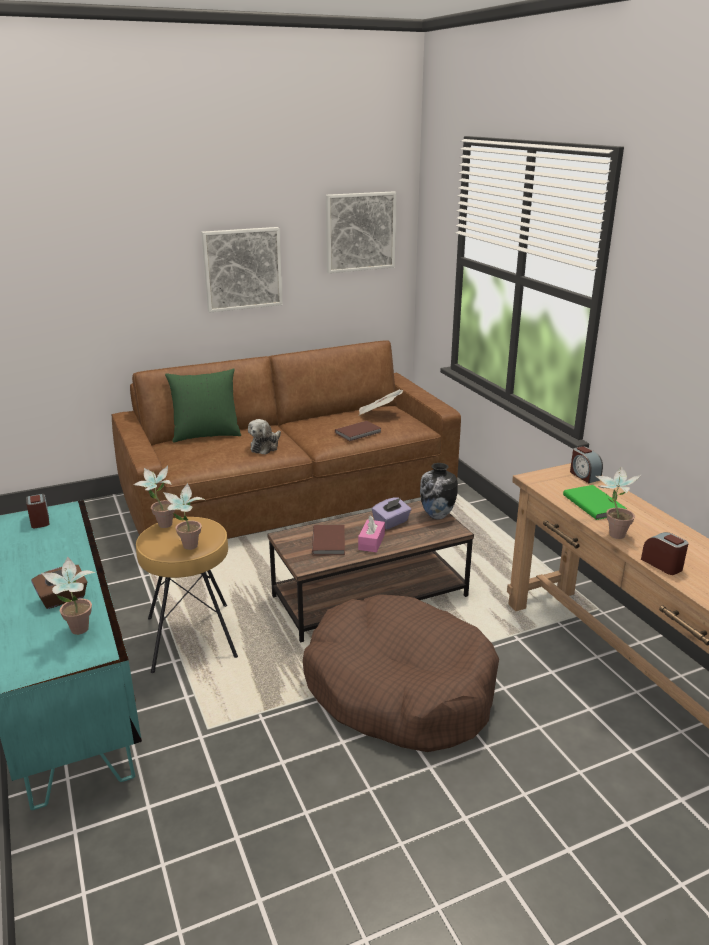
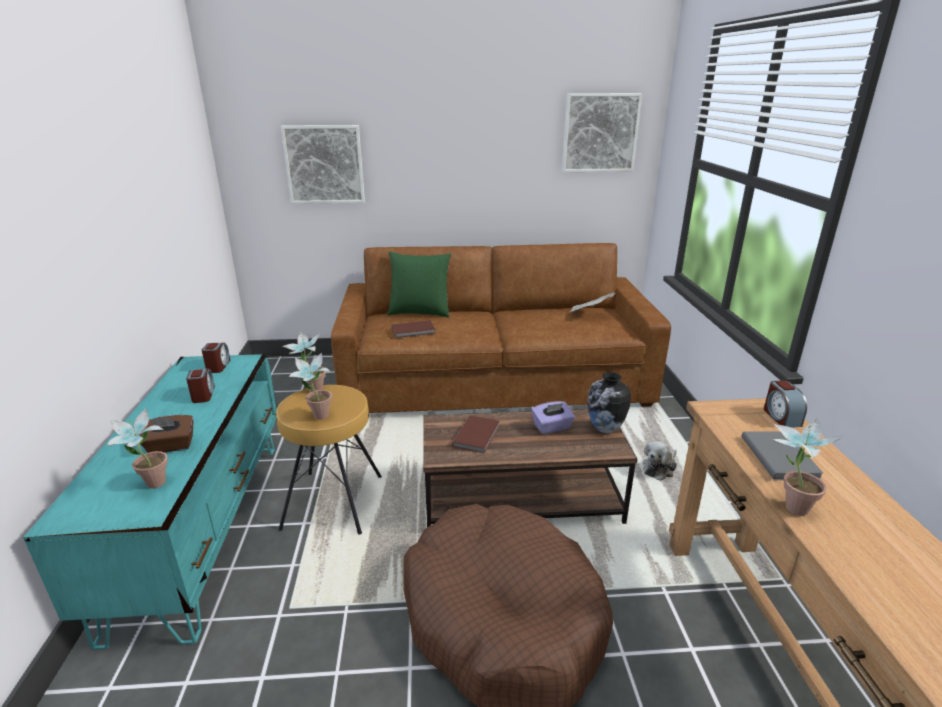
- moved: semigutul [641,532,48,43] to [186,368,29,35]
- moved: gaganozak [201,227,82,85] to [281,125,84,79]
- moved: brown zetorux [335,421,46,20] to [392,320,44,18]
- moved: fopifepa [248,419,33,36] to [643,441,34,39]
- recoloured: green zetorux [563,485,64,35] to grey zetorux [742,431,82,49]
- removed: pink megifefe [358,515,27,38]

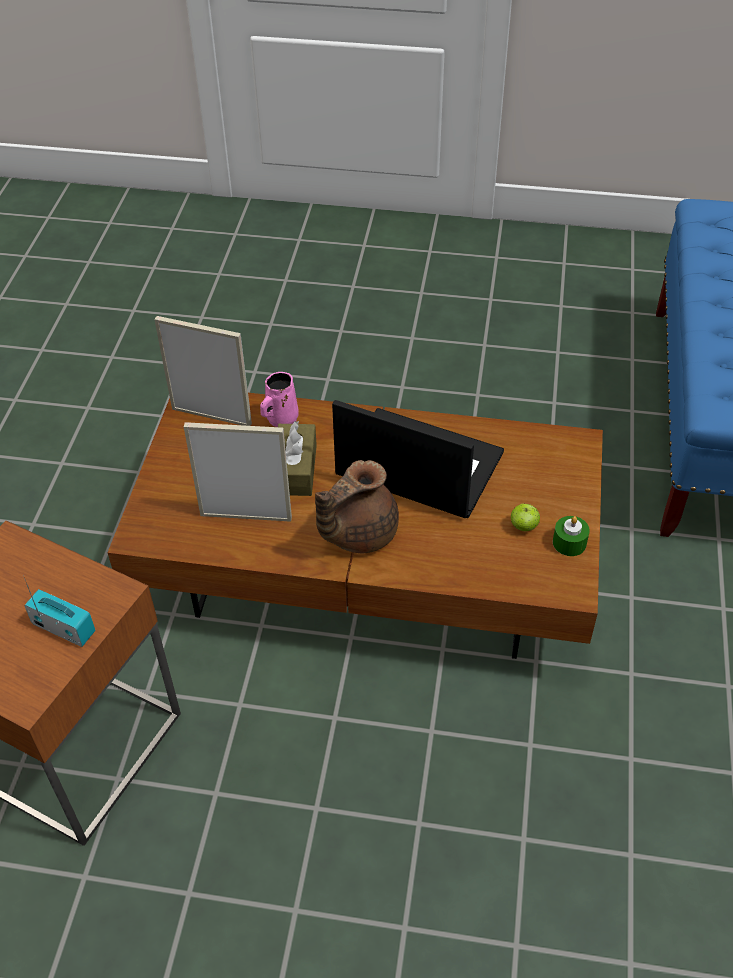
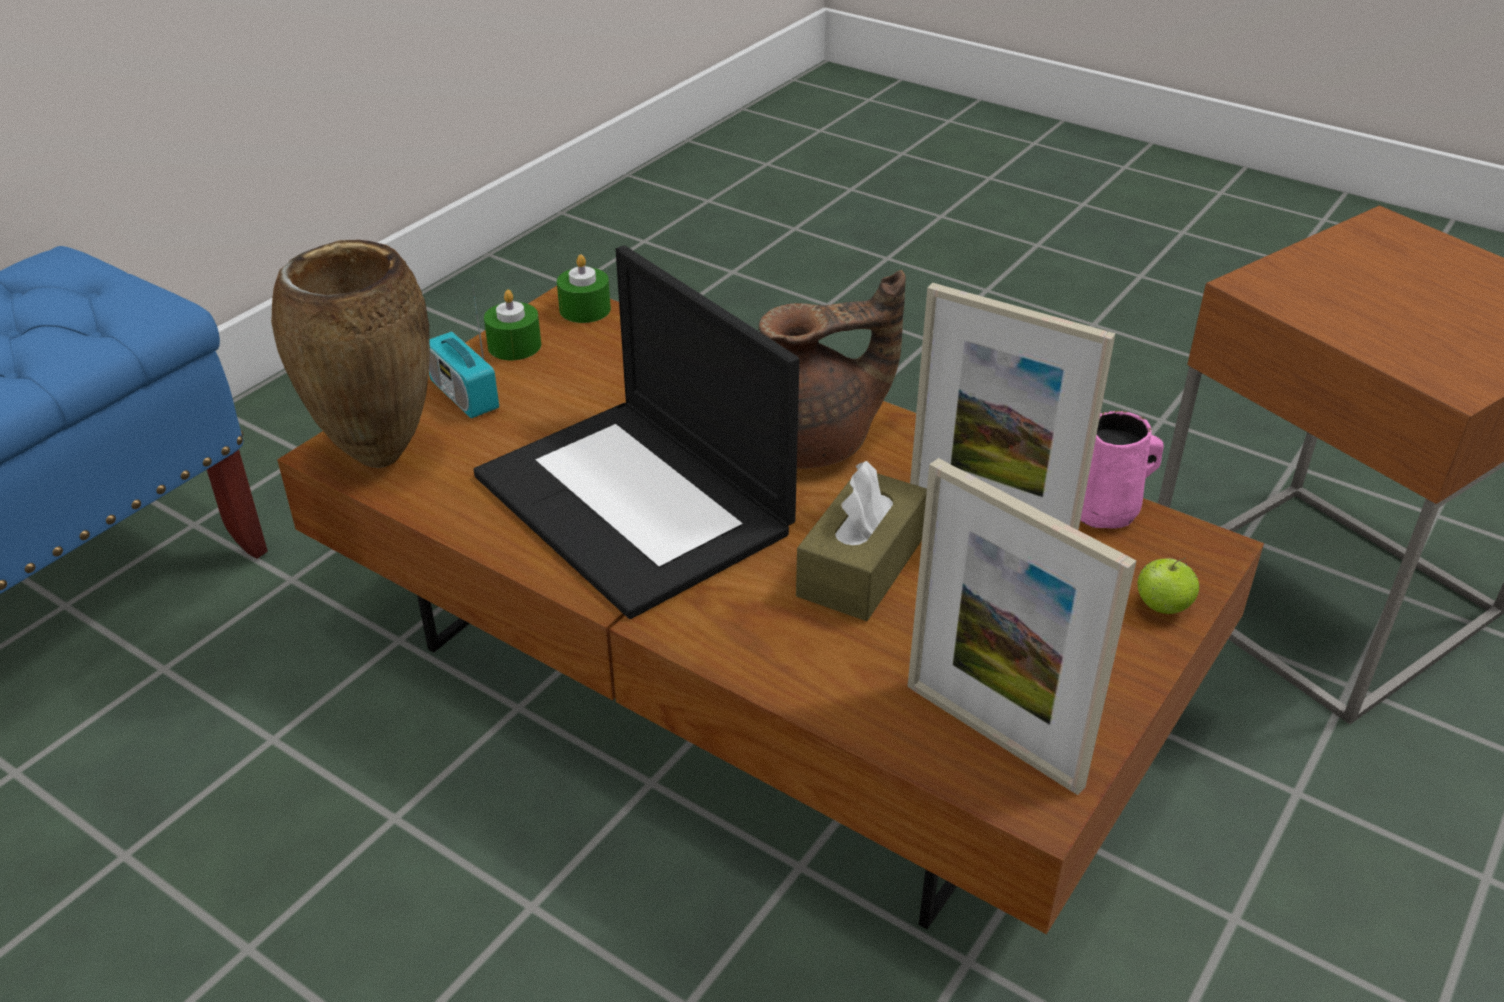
- added: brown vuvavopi [271,240,159,228]
- moved: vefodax [23,575,73,72] to [429,281,70,137]
- added: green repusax [557,255,54,68]
- moved: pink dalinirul [260,372,39,55] to [1081,411,83,118]
- moved: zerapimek [511,504,29,27] to [1137,558,62,56]

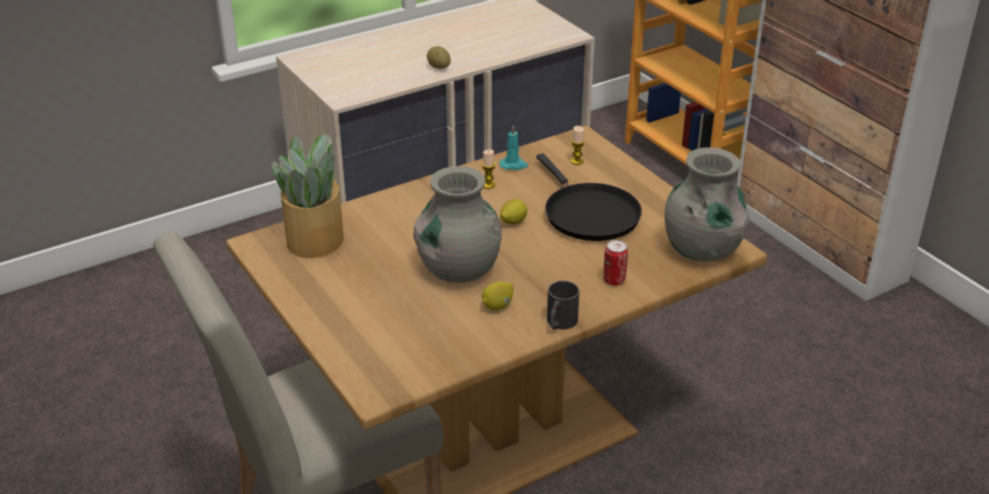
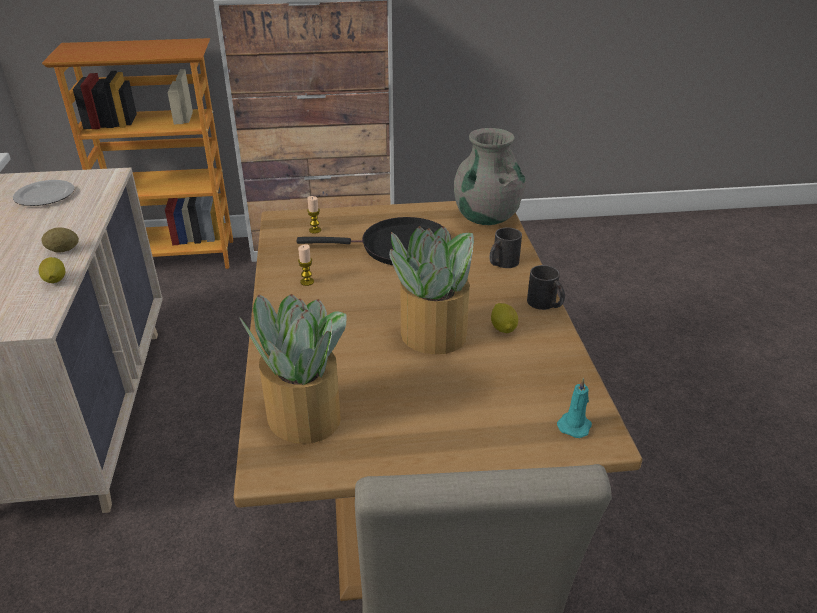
- added: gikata [13,180,61,26]
- moved: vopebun [500,199,27,26] to [38,257,27,26]
- replaced: grey vuvavopi [414,166,88,117] to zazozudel [389,226,85,128]
- replaced: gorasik [603,240,25,46] to black dalinirul [489,227,33,41]
- moved: turquoise repusax [500,125,28,45] to [557,378,35,60]

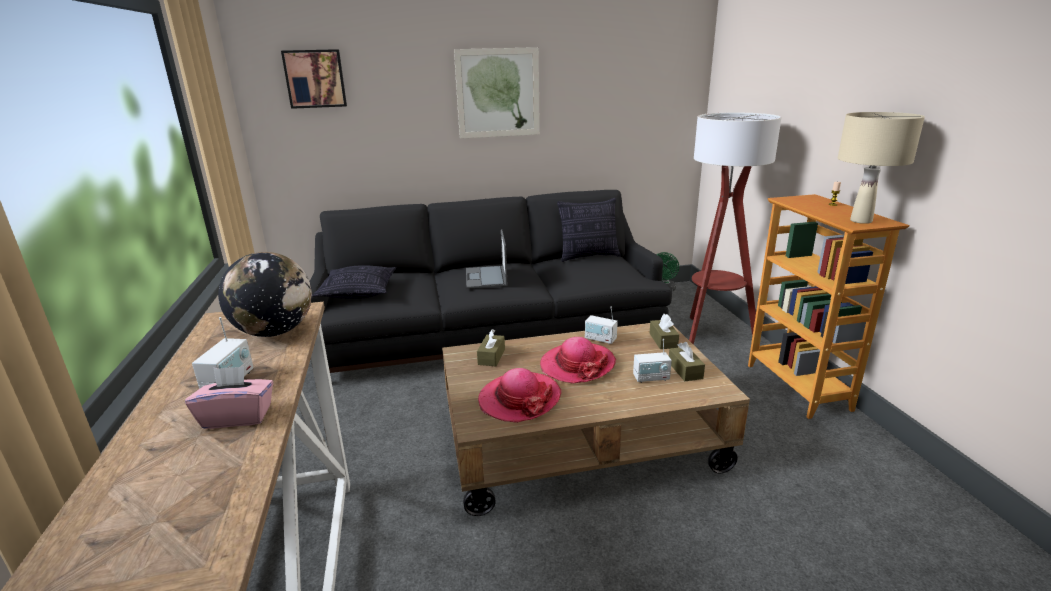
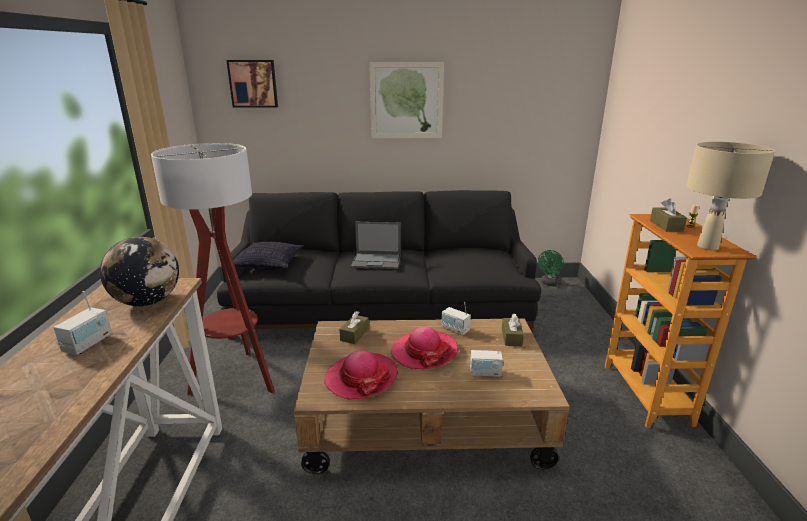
- moved: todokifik [689,112,93,233] to [151,143,124,252]
- turned: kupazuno [466,230,41,59] = [351,222,50,47] 90 degrees counterclockwise
- moved: brown megifefe [669,342,36,39] to [650,198,37,34]
- removed: pink megifefe [185,366,89,63]
- removed: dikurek [557,198,64,64]

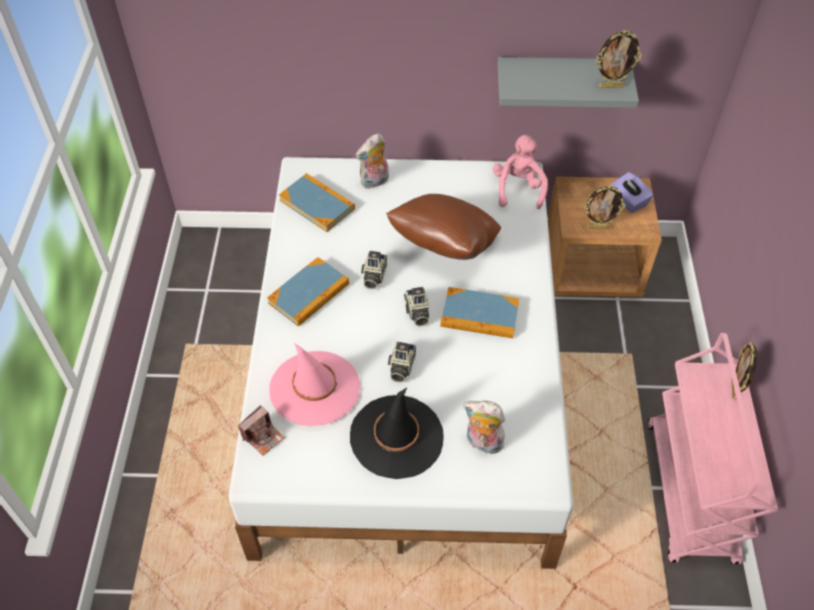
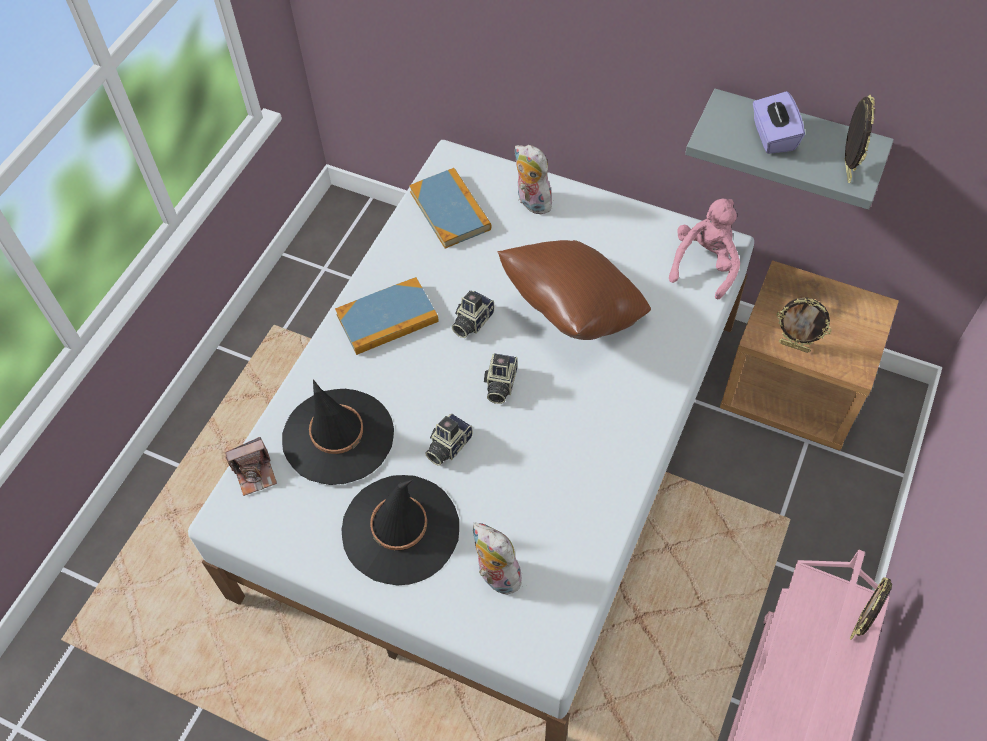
- recoloured: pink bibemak [269,343,91,83] to black bibemak [282,379,112,106]
- turned: fopifepa [356,133,33,56] = [515,145,37,70] 60 degrees clockwise
- moved: purple megifefe [611,172,42,41] to [753,91,52,63]
- turned: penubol [596,30,46,58] = [845,94,30,89] 105 degrees counterclockwise
- removed: zetorux [441,287,79,51]

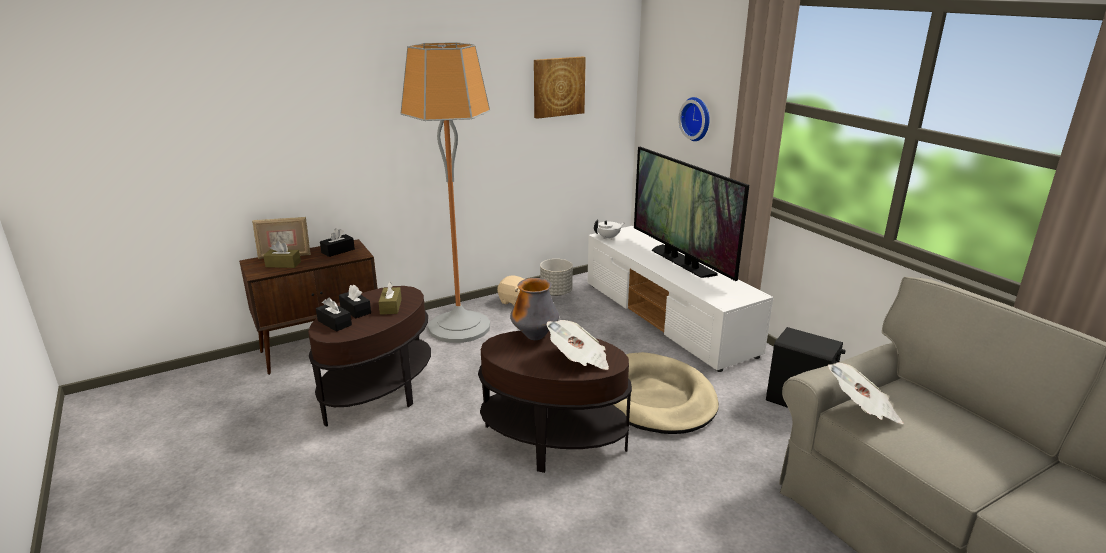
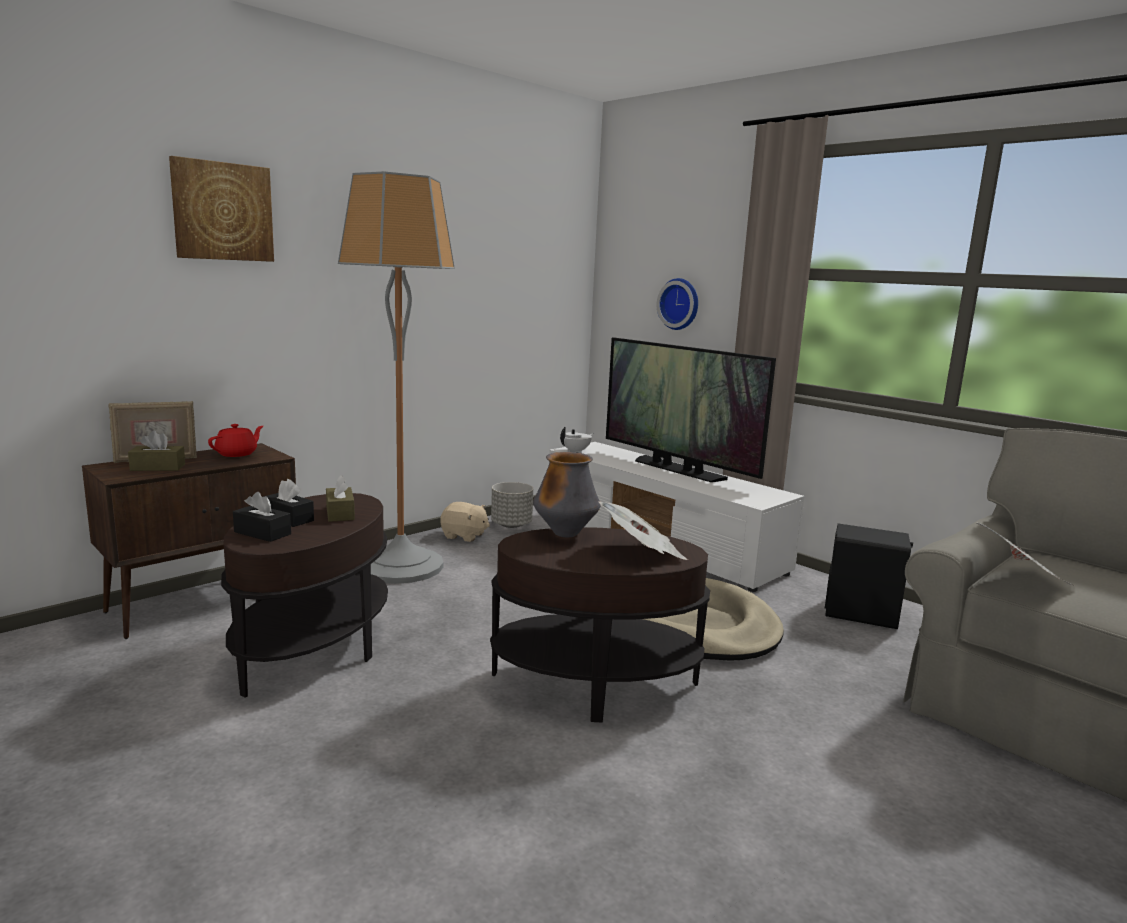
- moved: gaganozak [534,57,52,62] to [169,156,105,106]
- replaced: black megifefe [320,228,35,29] to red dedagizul [208,424,55,33]

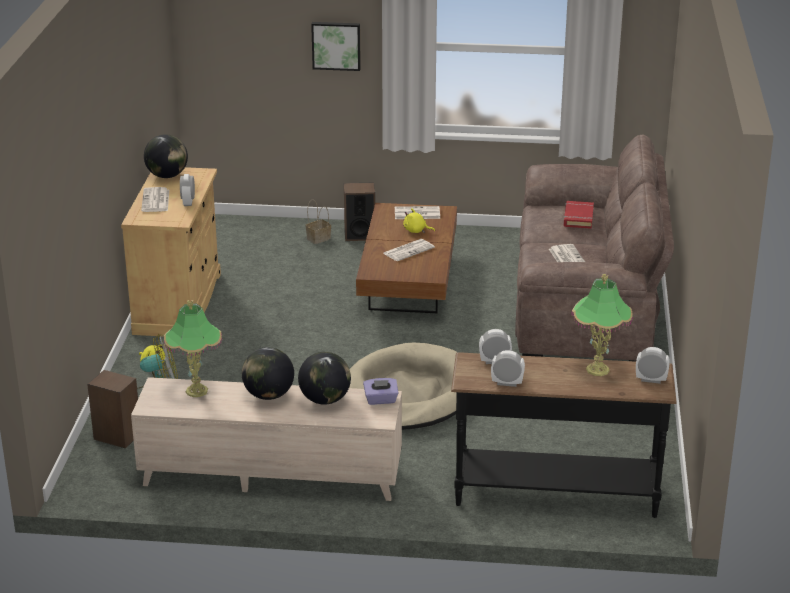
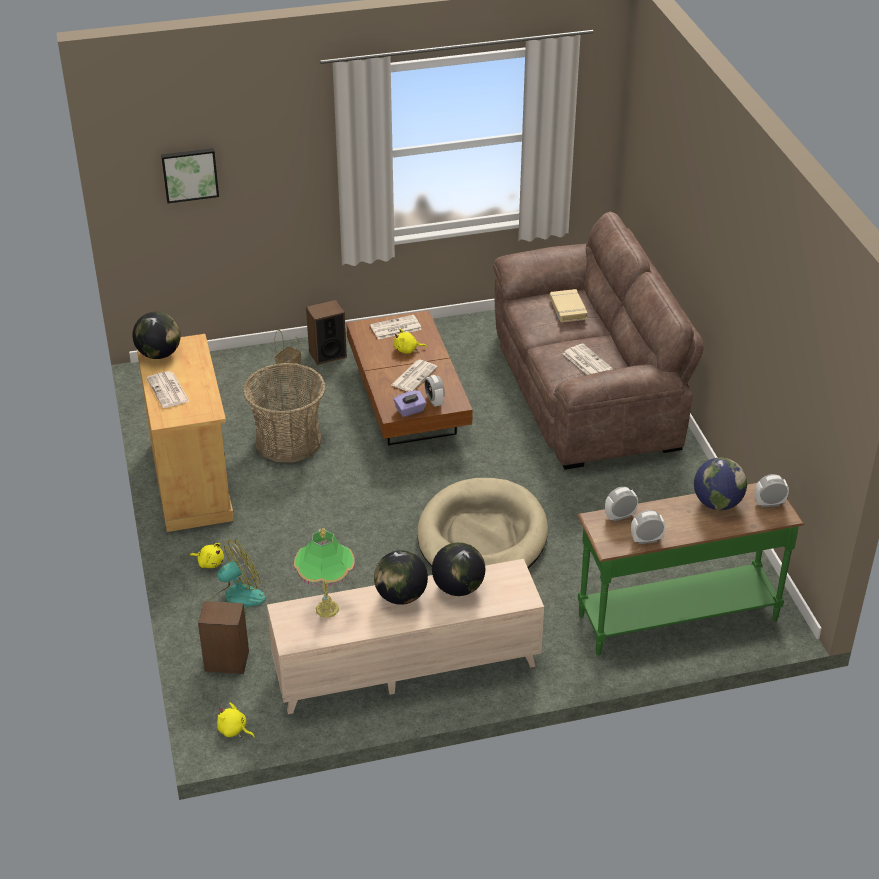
- moved: gaganozak [311,22,50,49] to [161,148,58,55]
- added: yellow fopifepa [217,703,38,35]
- added: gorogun [243,363,83,100]
- moved: purple megifefe [363,378,36,27] to [394,390,33,27]
- moved: semigutul [180,174,15,32] to [424,375,21,32]
- recoloured: red zetorux [563,201,31,28] to beige zetorux [550,289,38,34]
- recoloured: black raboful [451,352,226,166] to green raboful [577,483,227,173]
- replaced: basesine [571,274,62,102] to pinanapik [694,458,53,52]

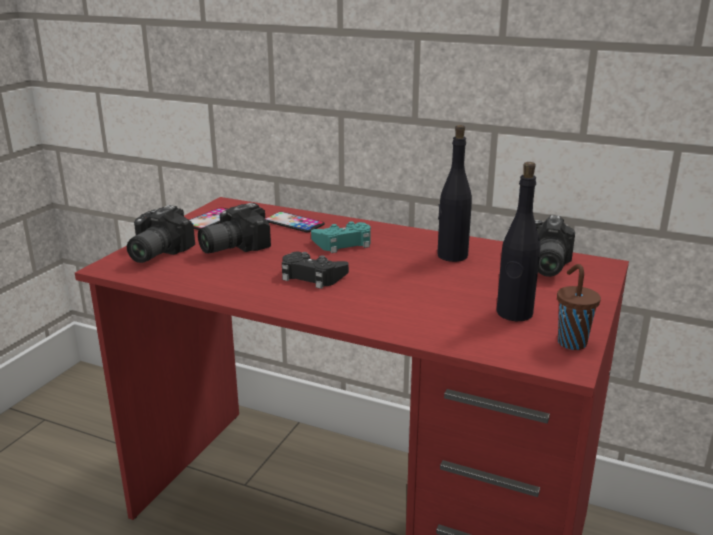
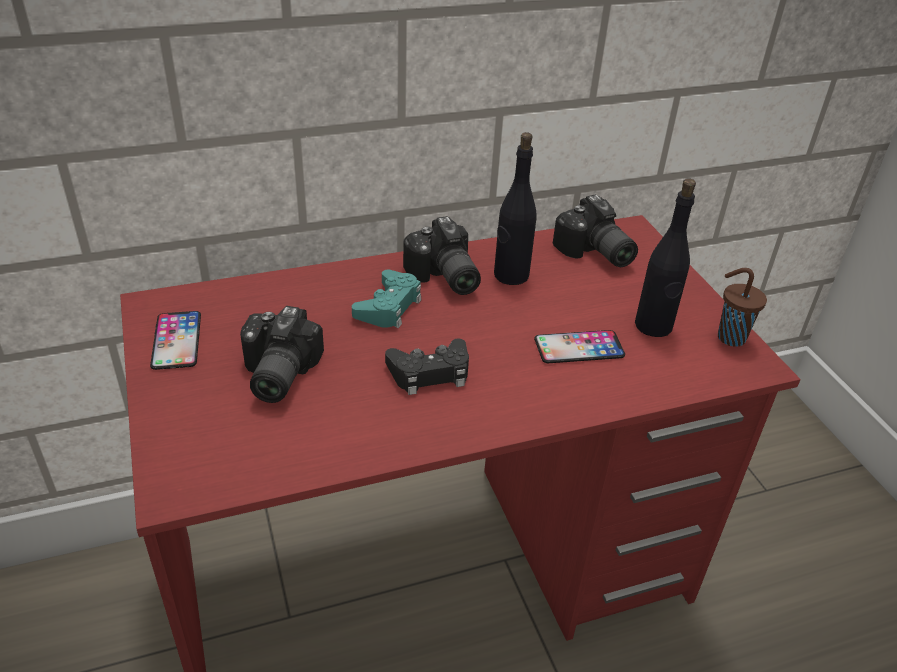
- moved: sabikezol [127,205,68,58] to [403,216,78,79]
- moved: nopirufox [265,212,60,20] to [534,330,91,33]

